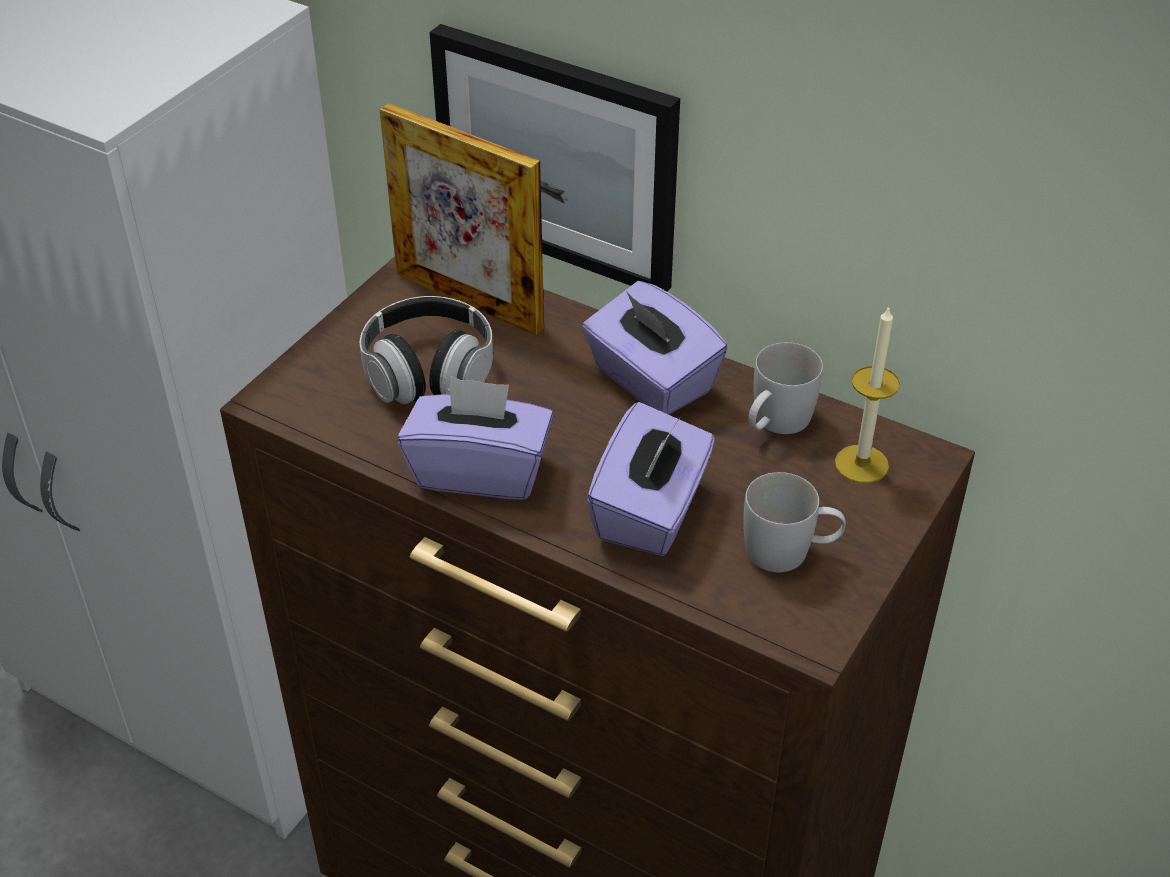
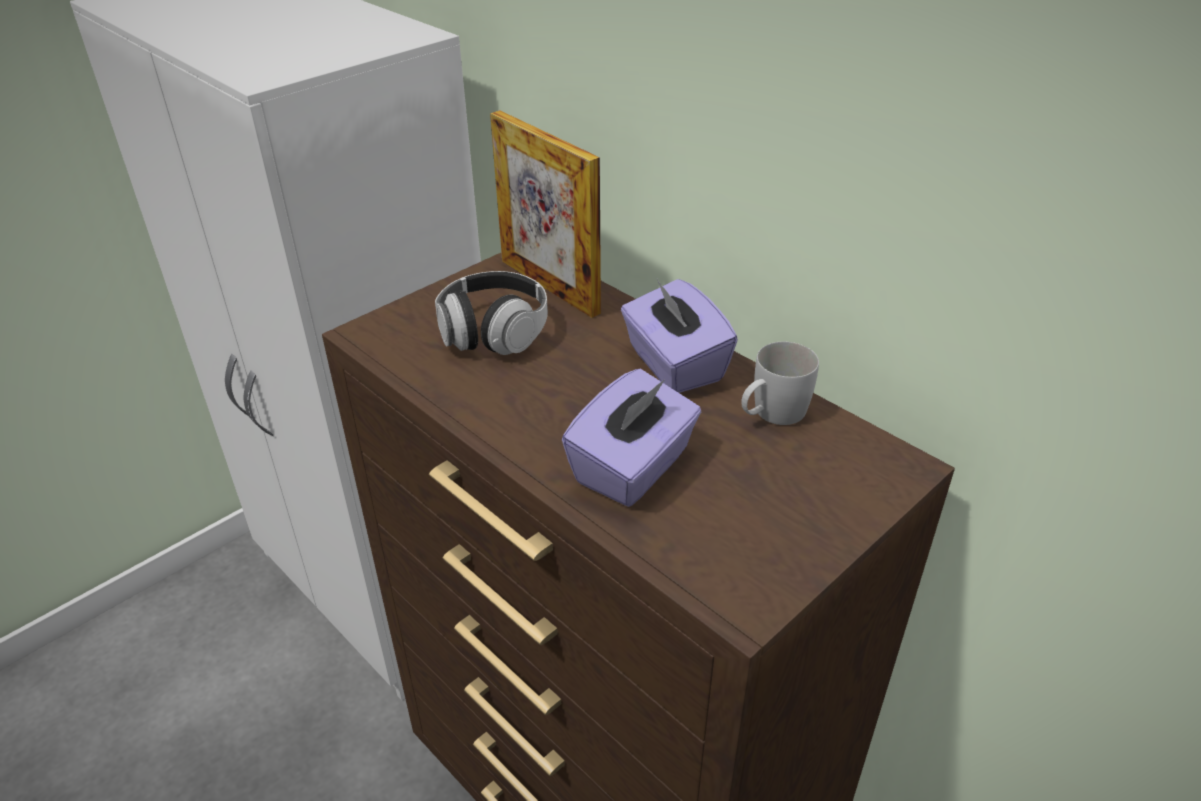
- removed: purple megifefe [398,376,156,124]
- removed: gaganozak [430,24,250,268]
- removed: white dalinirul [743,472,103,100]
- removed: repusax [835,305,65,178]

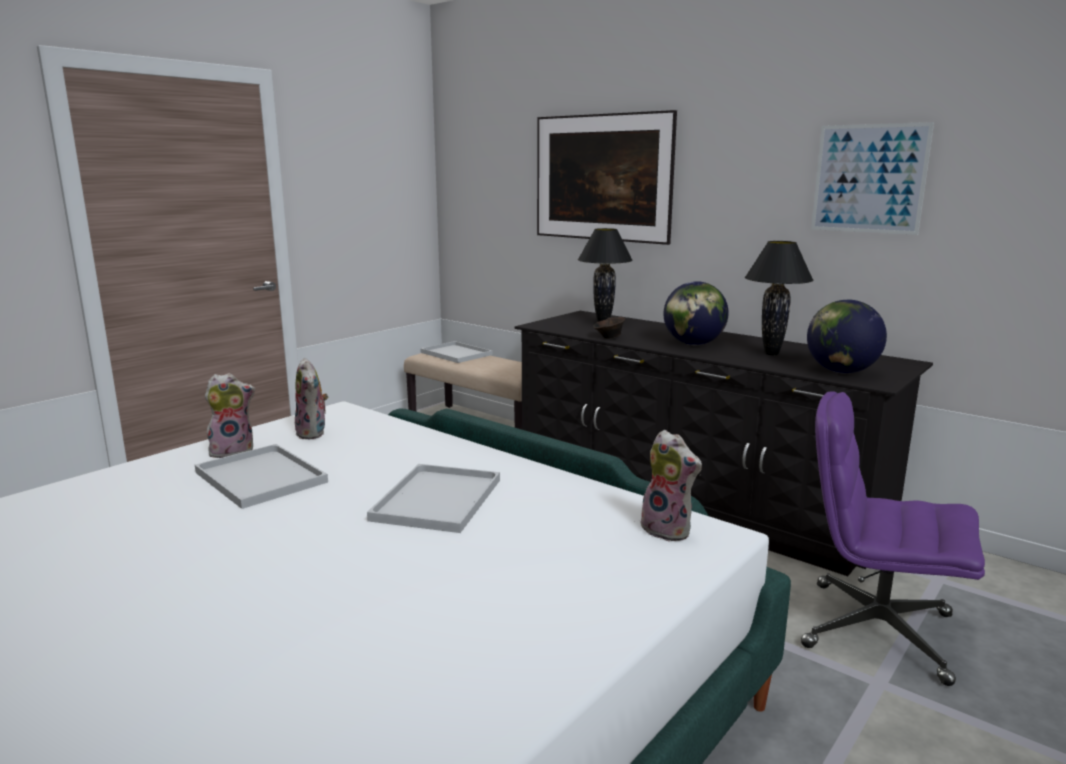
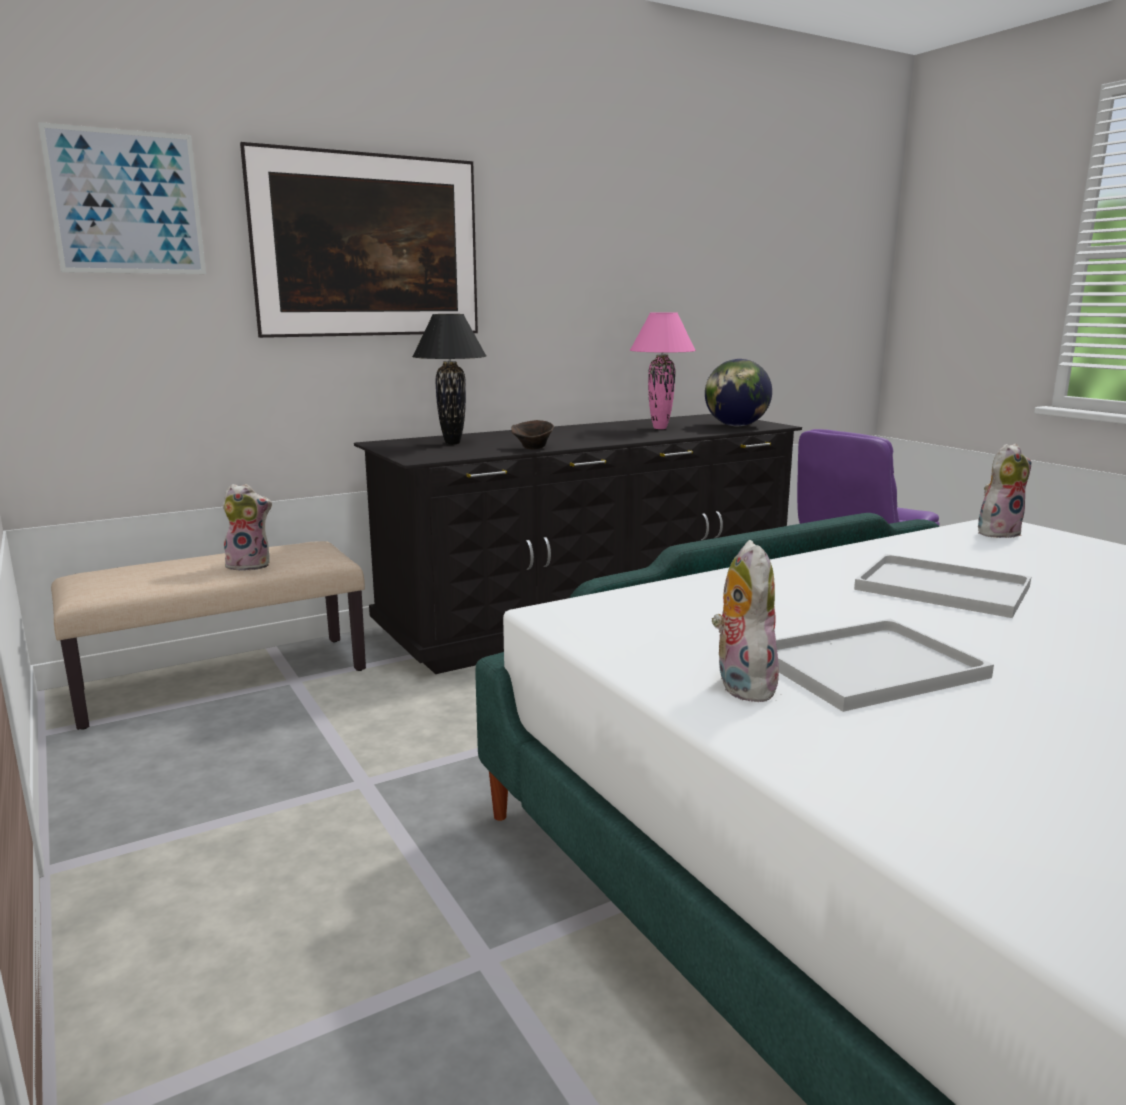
- moved: gaganozak [811,122,123,113] to [38,122,168,152]
- moved: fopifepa [295,358,33,81] to [222,484,50,87]
- recoloured: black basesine [745,241,68,114] to pink basesine [630,312,66,117]
- removed: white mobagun [420,341,72,22]
- removed: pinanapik [663,281,66,64]

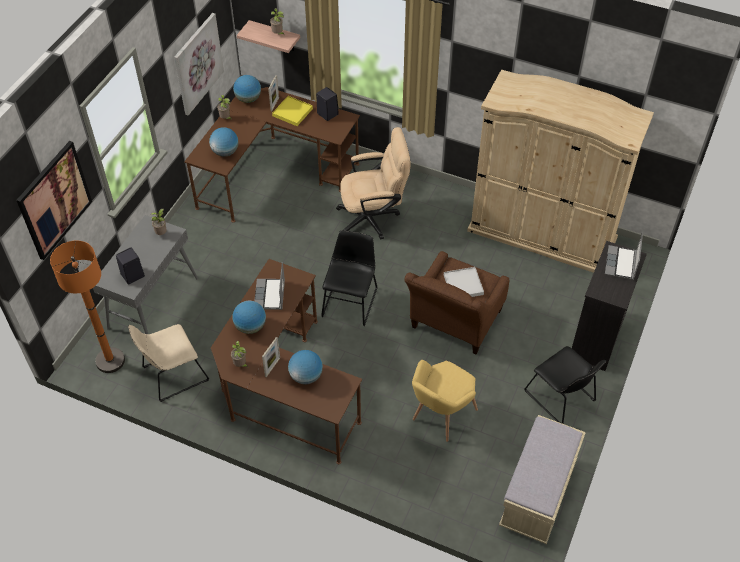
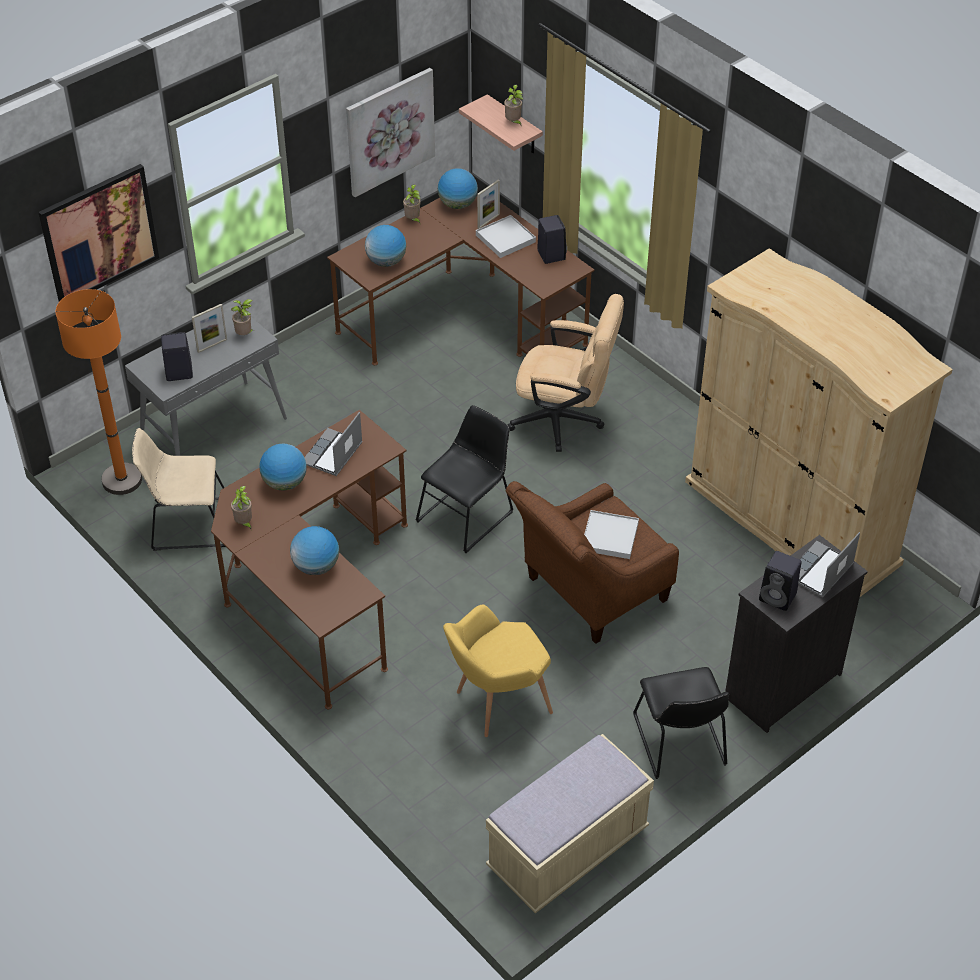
- moved: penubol [262,337,18,40] to [192,304,35,49]
- recoloured: yellow mobagun [272,96,41,30] to white mobagun [476,215,60,43]
- added: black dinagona [759,551,43,60]

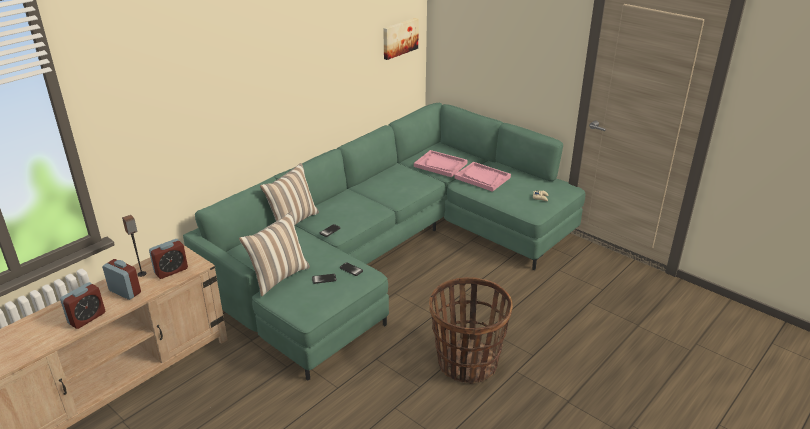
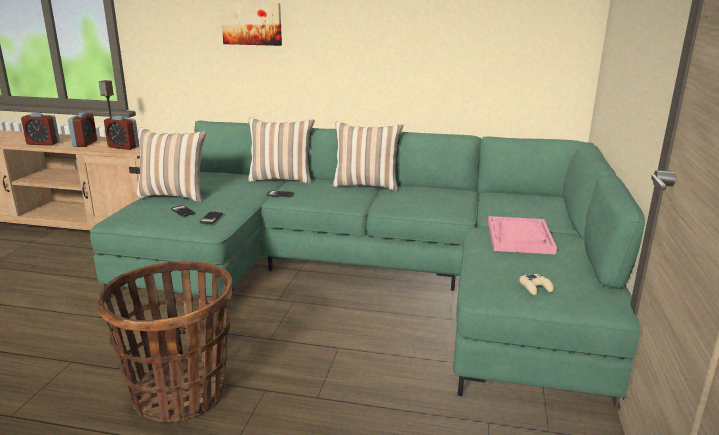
- moved: gaganozak [383,18,36,42] to [220,2,62,44]
- added: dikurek [332,121,71,70]
- removed: pink mobagun [414,150,53,27]

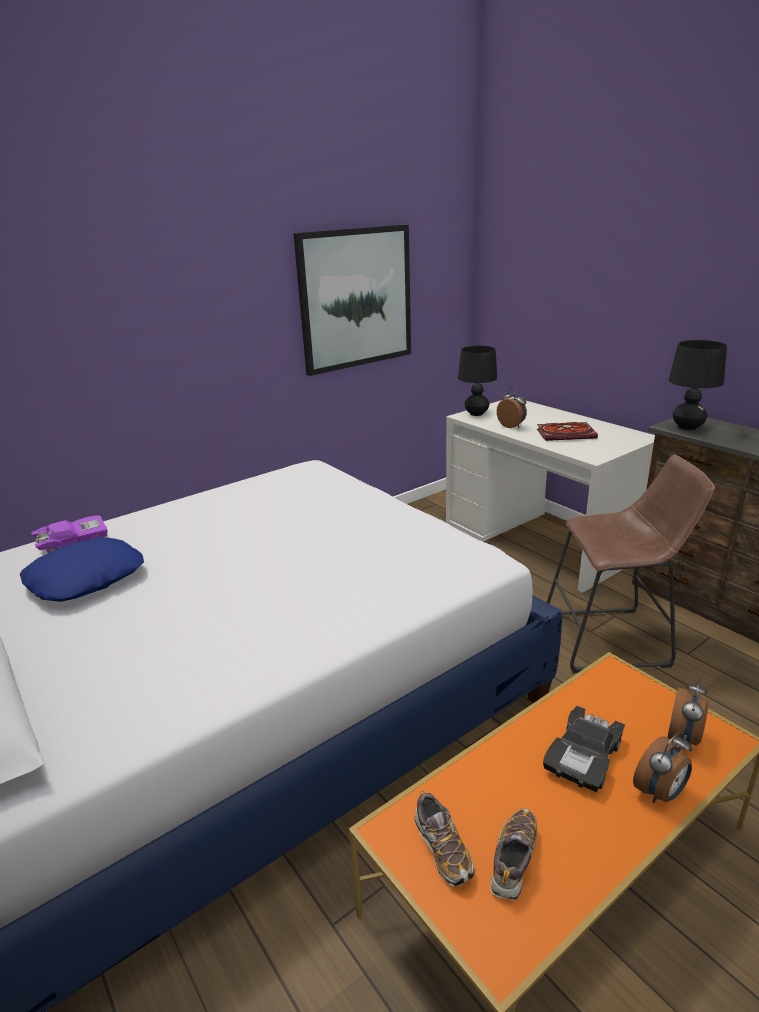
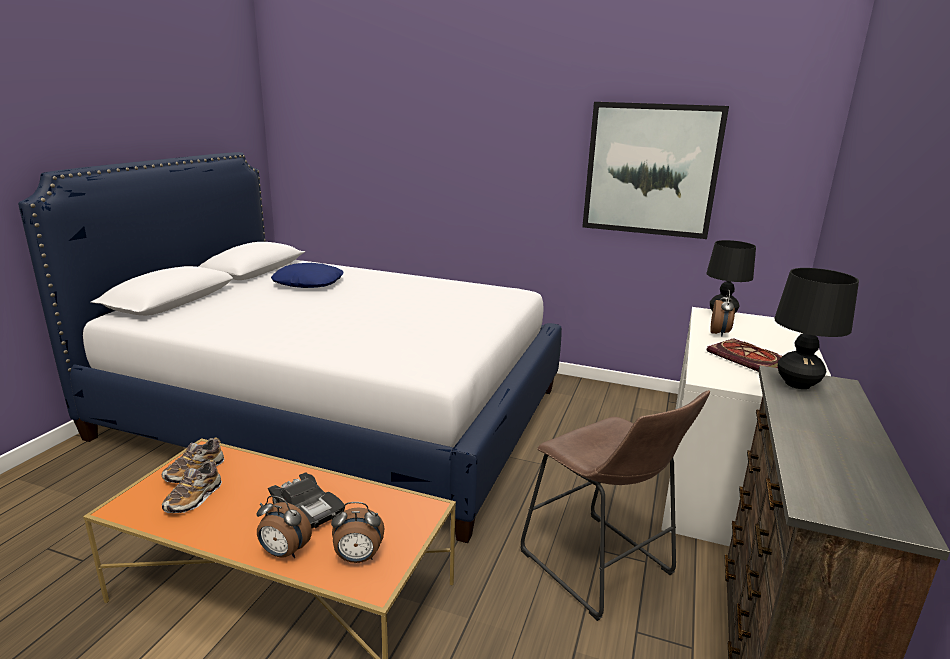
- turned: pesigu [491,809,46,91] = [162,460,60,53] 120 degrees clockwise
- turned: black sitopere [543,706,82,86] = [268,472,77,56] 135 degrees counterclockwise
- removed: purple sitopere [31,515,77,38]

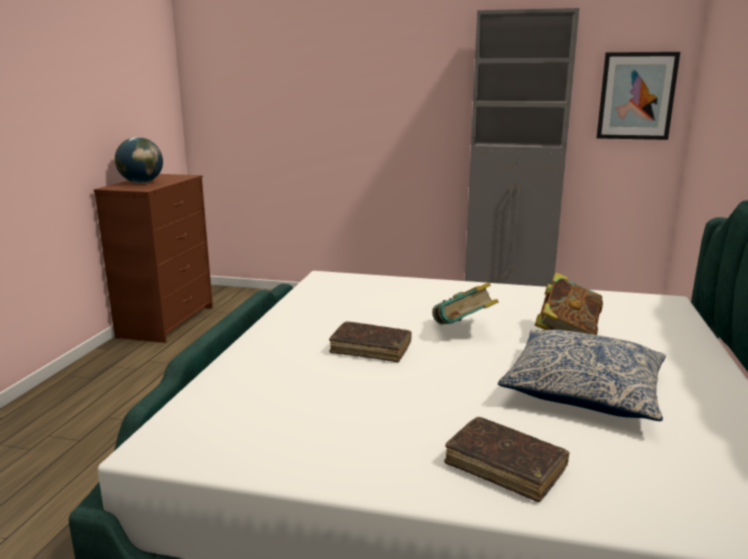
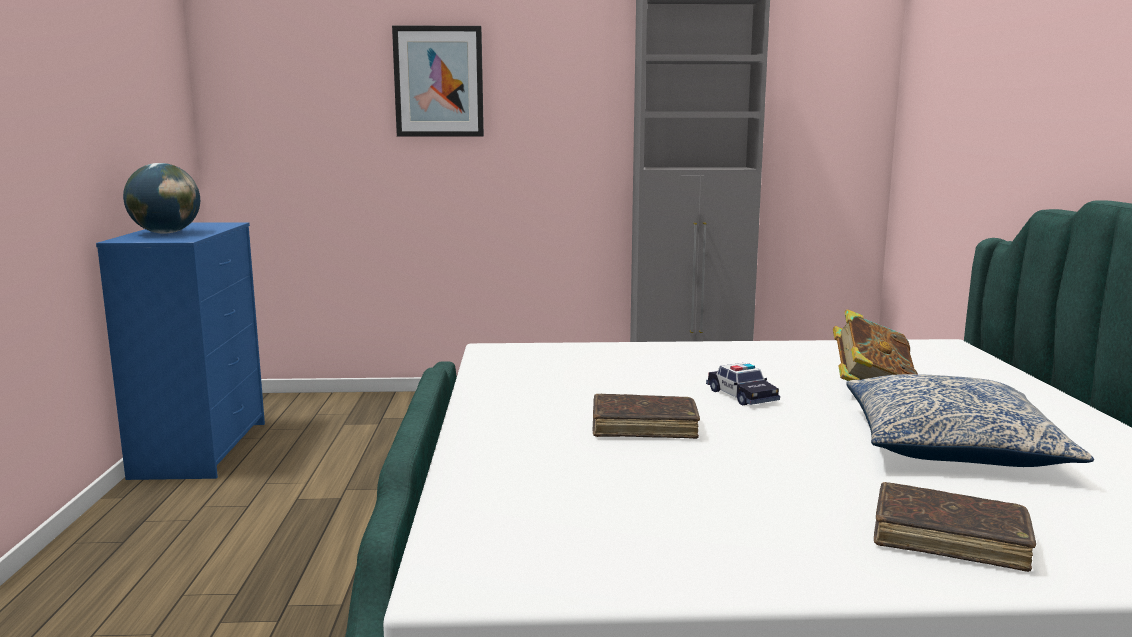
- recoloured: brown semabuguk [94,174,119,169] to blue semabuguk [96,222,169,258]
- moved: gaganozak [596,52,84,88] to [392,25,92,111]
- replaced: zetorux [432,282,66,42] to sitopere [706,363,74,43]

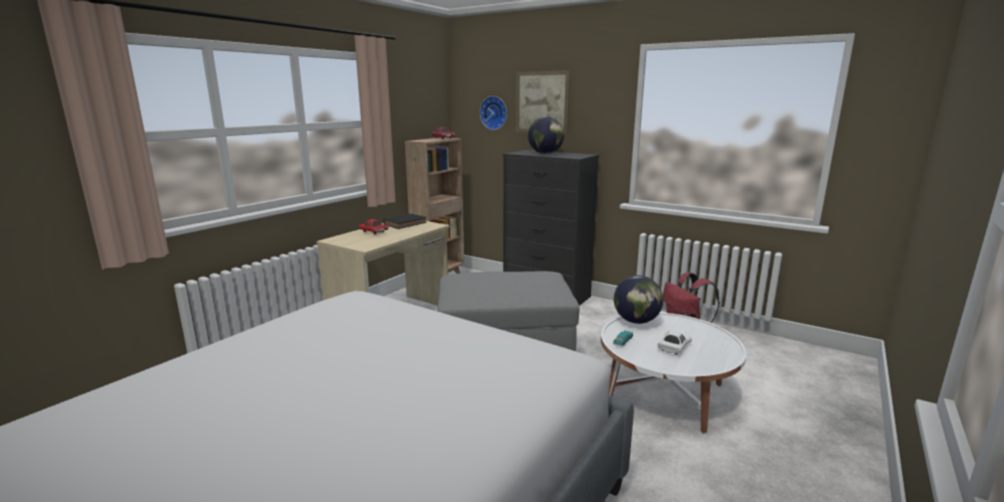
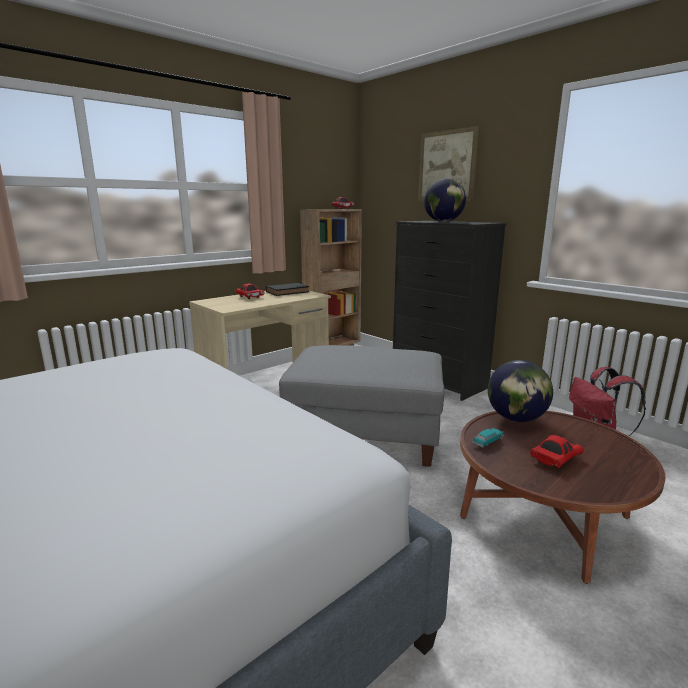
- recoloured: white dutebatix [601,313,145,120] to brown dutebatix [460,411,205,173]
- recoloured: white sitopere [657,331,35,24] to red sitopere [530,435,54,33]
- removed: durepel [480,96,27,34]

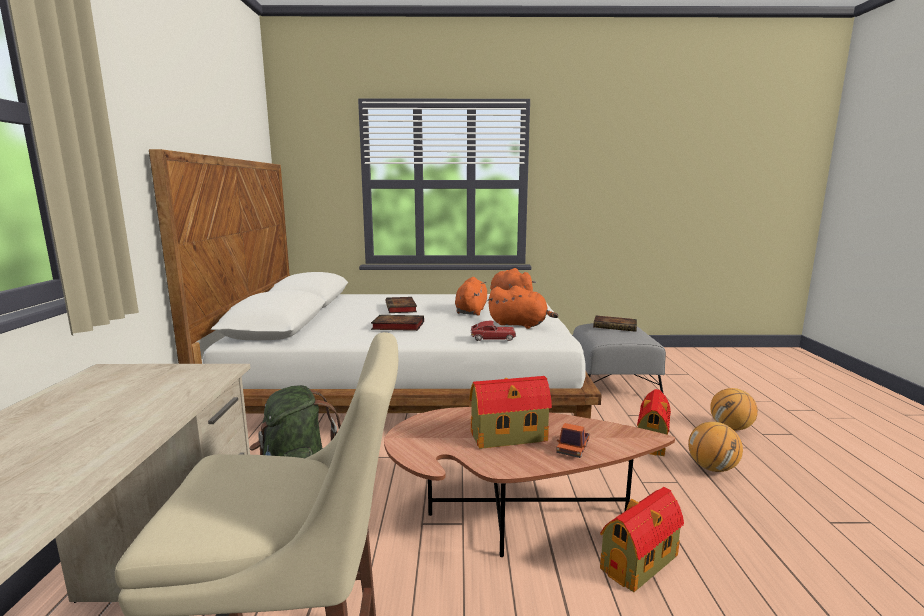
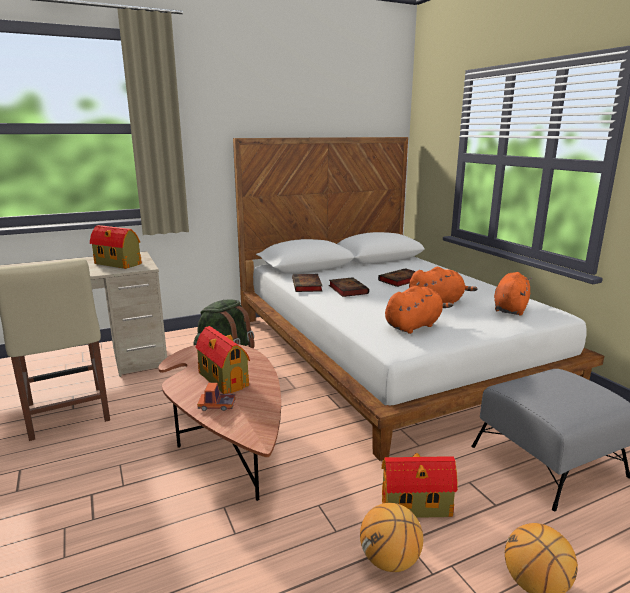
- moved: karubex [600,487,84,105] to [90,225,52,44]
- moved: zetorux [593,316,44,16] to [292,274,31,18]
- turned: orange fopifepa [487,286,72,43] = [385,286,68,48] 120 degrees counterclockwise
- removed: sitopere [470,320,46,21]

